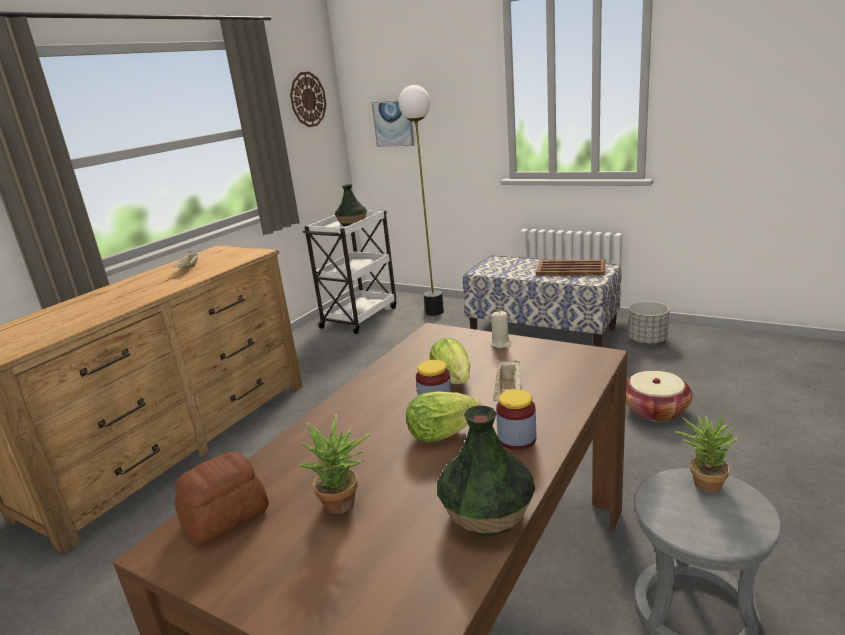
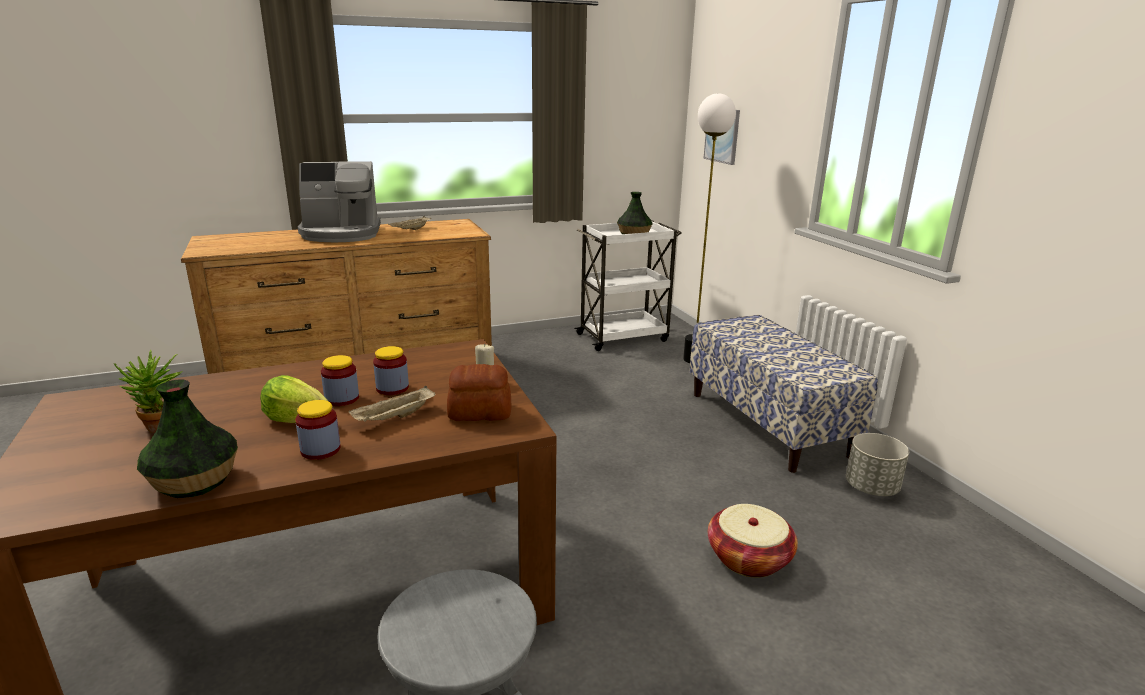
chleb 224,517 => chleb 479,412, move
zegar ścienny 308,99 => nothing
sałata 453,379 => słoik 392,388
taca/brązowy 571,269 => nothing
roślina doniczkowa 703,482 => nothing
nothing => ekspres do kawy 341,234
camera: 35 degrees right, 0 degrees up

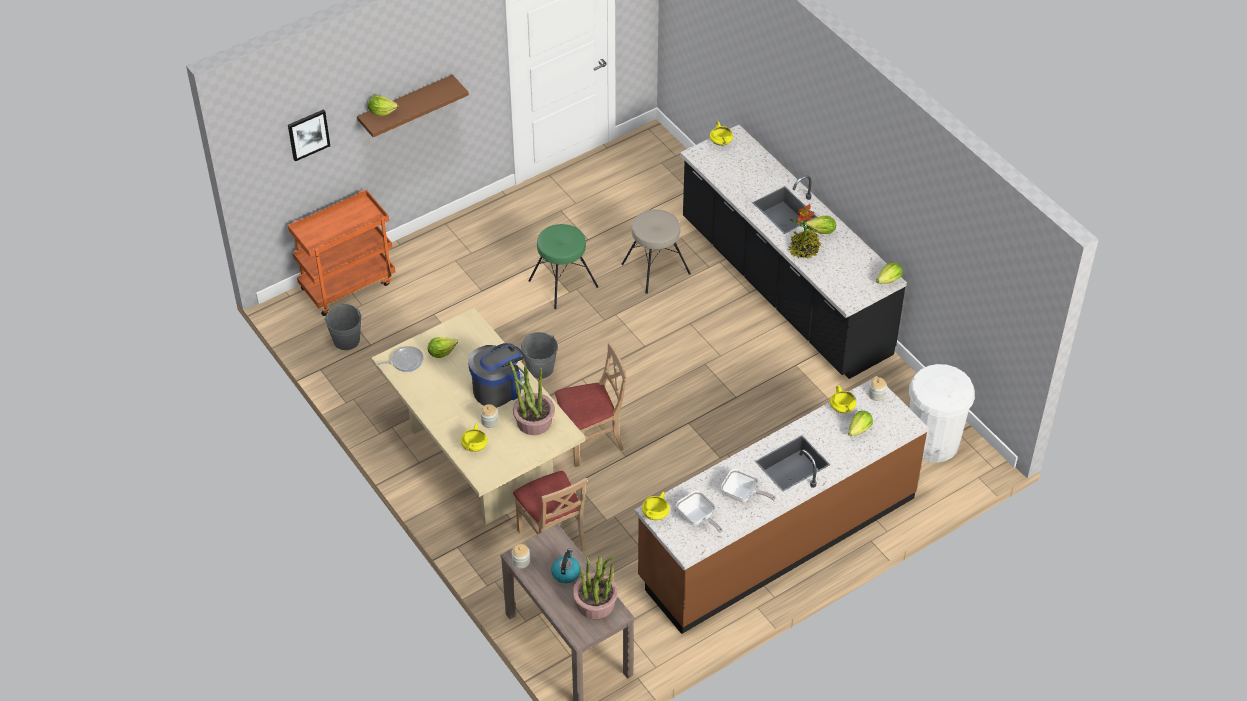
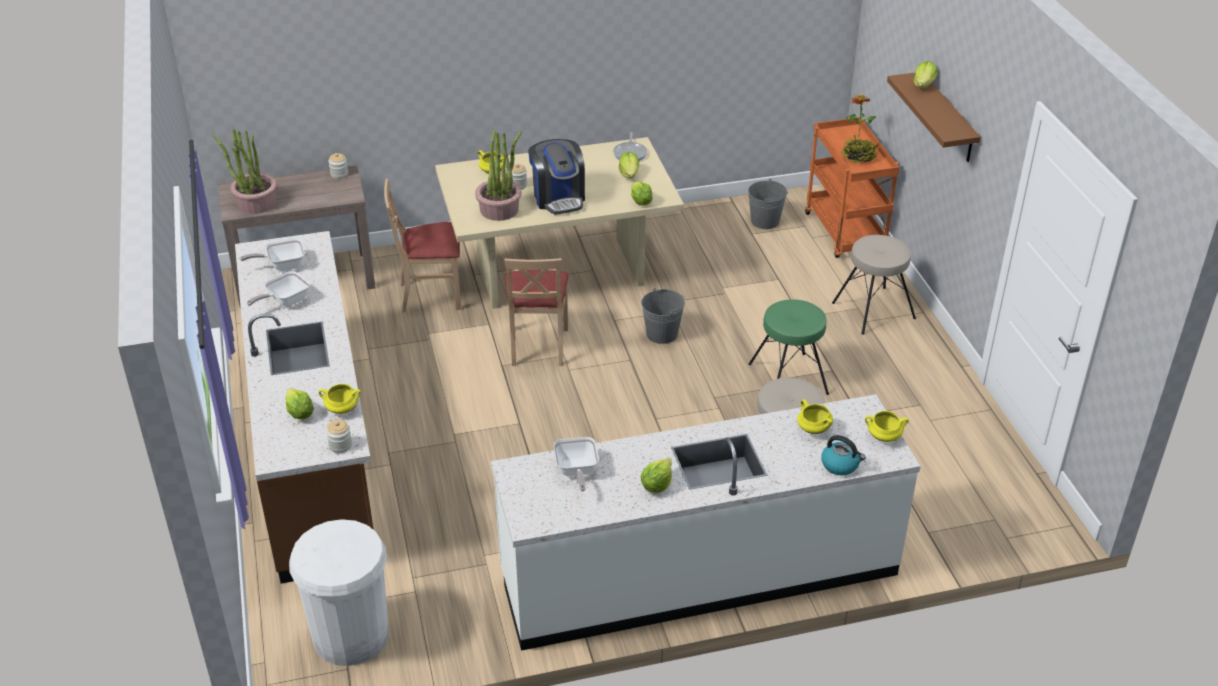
obraz 308,134 => nothing
czajnik 566,573 => czajnik 840,465, move
garnek/żółty 655,515 => garnek/żółty 813,429, move
zabudowa kuchenna/czarny 783,288 => zabudowa kuchenna/biały 698,573
roślina doniczkowa 804,249 => roślina doniczkowa 858,157, move
sałata 889,280 => sałata 640,202, move
nothing => patelnia 576,472
nothing => stołek/beżowy 873,310
camera: 110 degrees right, 10 degrees down

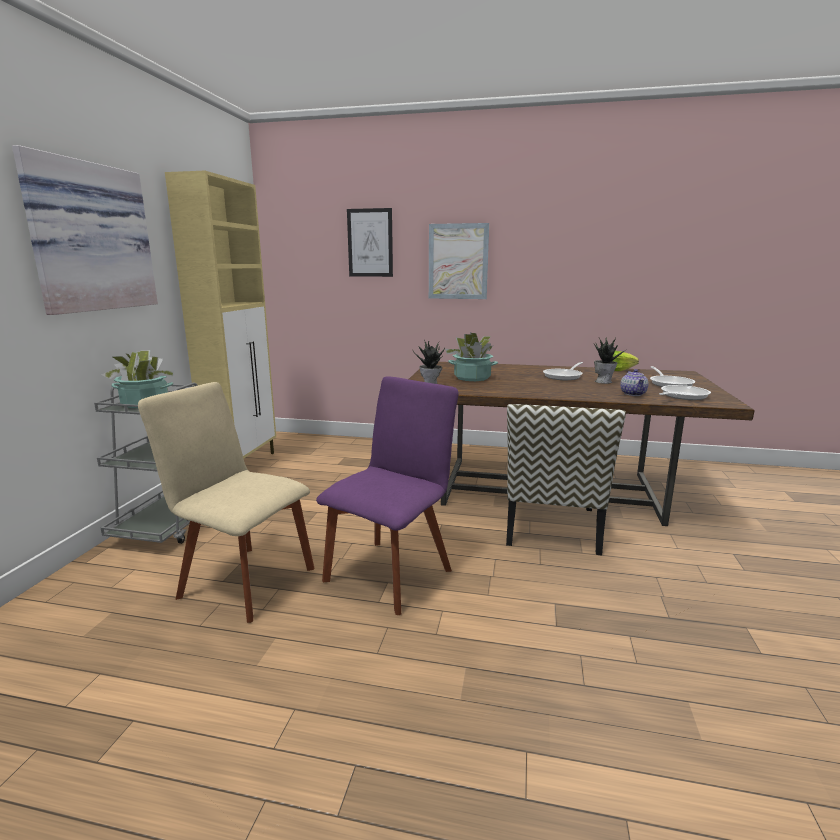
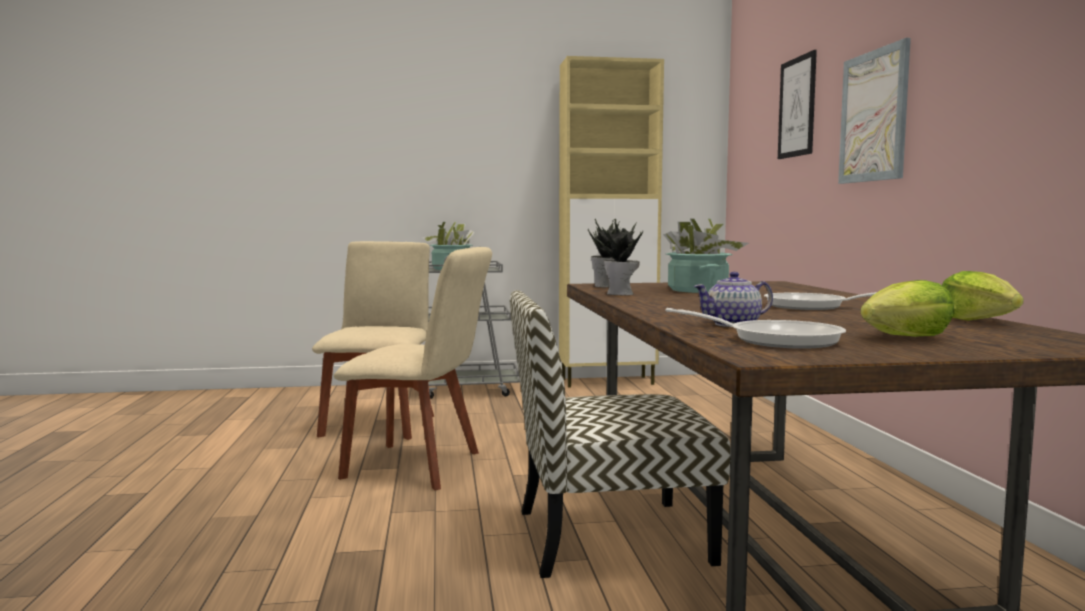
obraz 89,237 => nothing
krzesło/fioletowy 391,571 => krzesło/beżowy 419,466
roślina doniczkowa 603,381 => roślina doniczkowa 621,294, move
patelnia 669,383 => sałata 906,337
camera: 70 degrees right, 10 degrees down

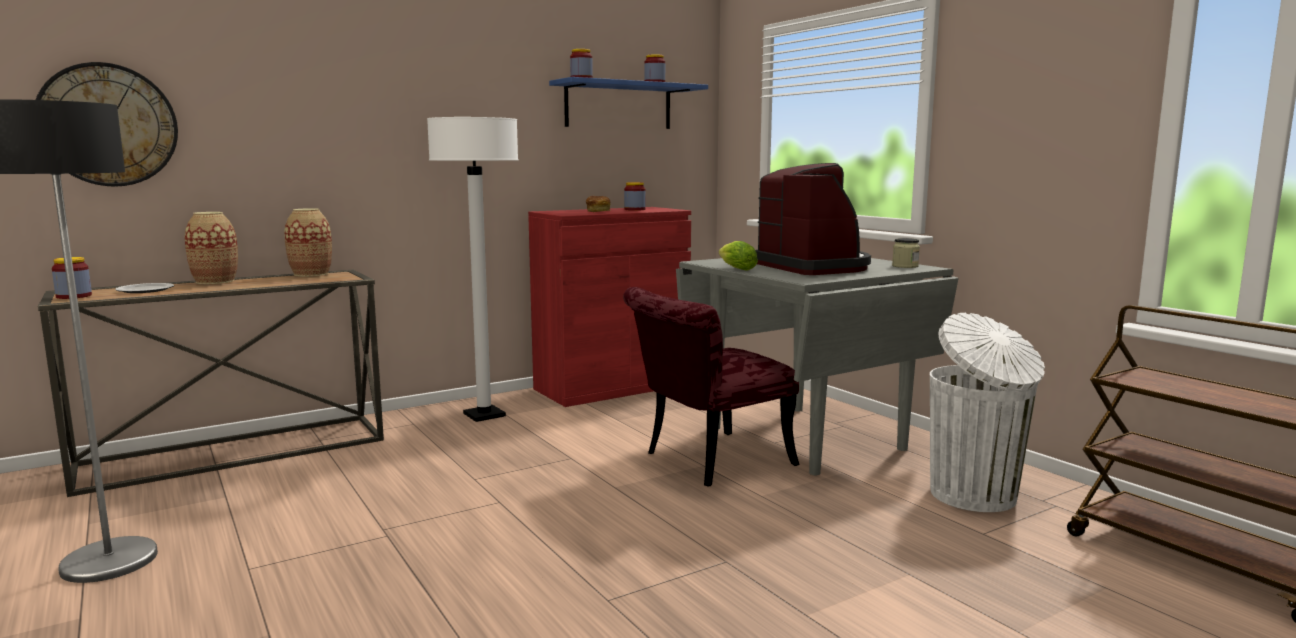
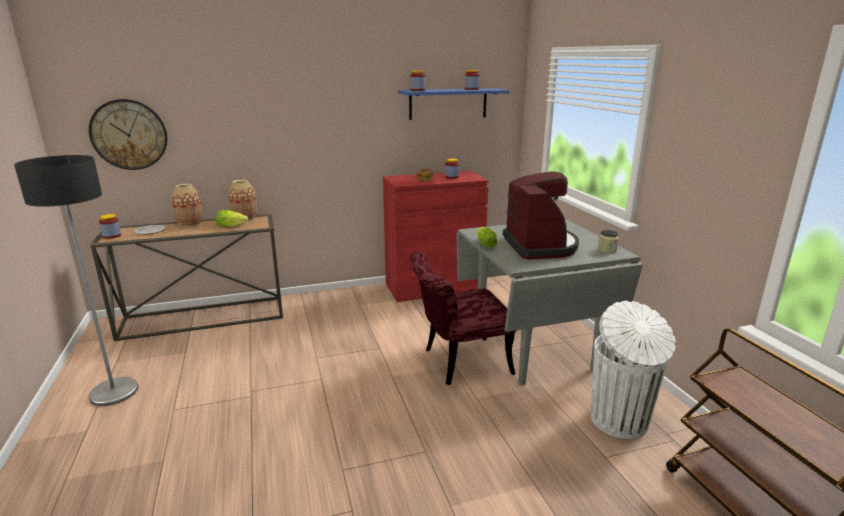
lampa stojąca/biały 484,415 => nothing
nothing => sałata 233,226
camera: 15 degrees right, 10 degrees up

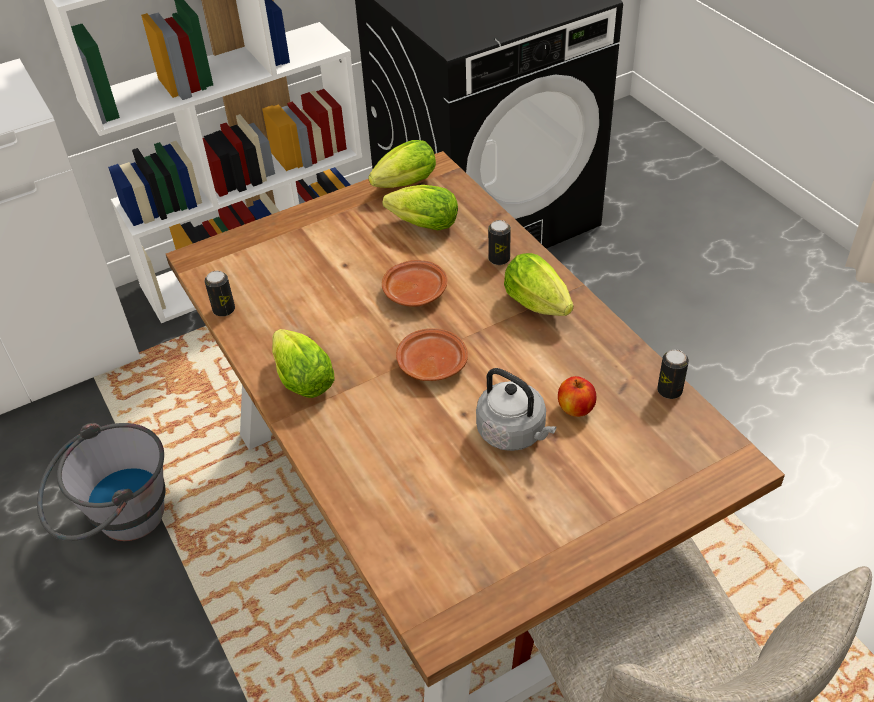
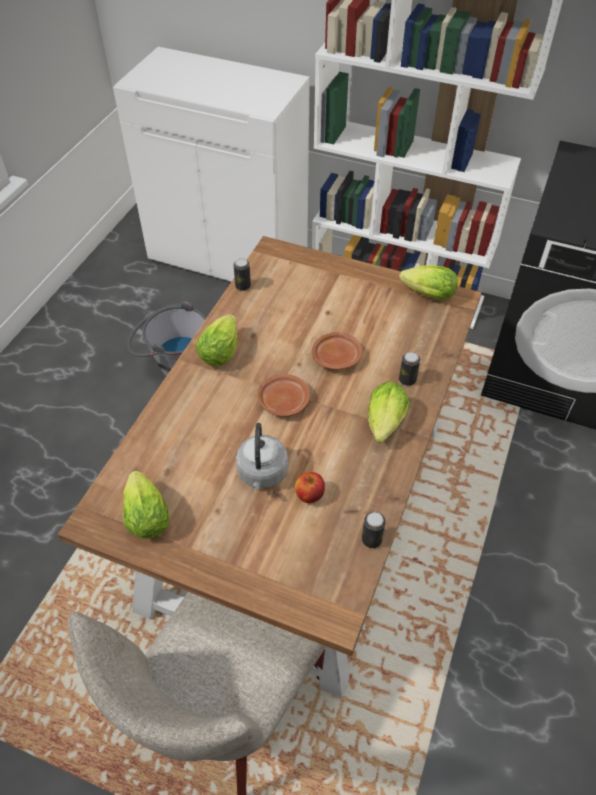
sałata 420,224 => sałata 146,514, move
camera: 50 degrees right, 5 degrees up

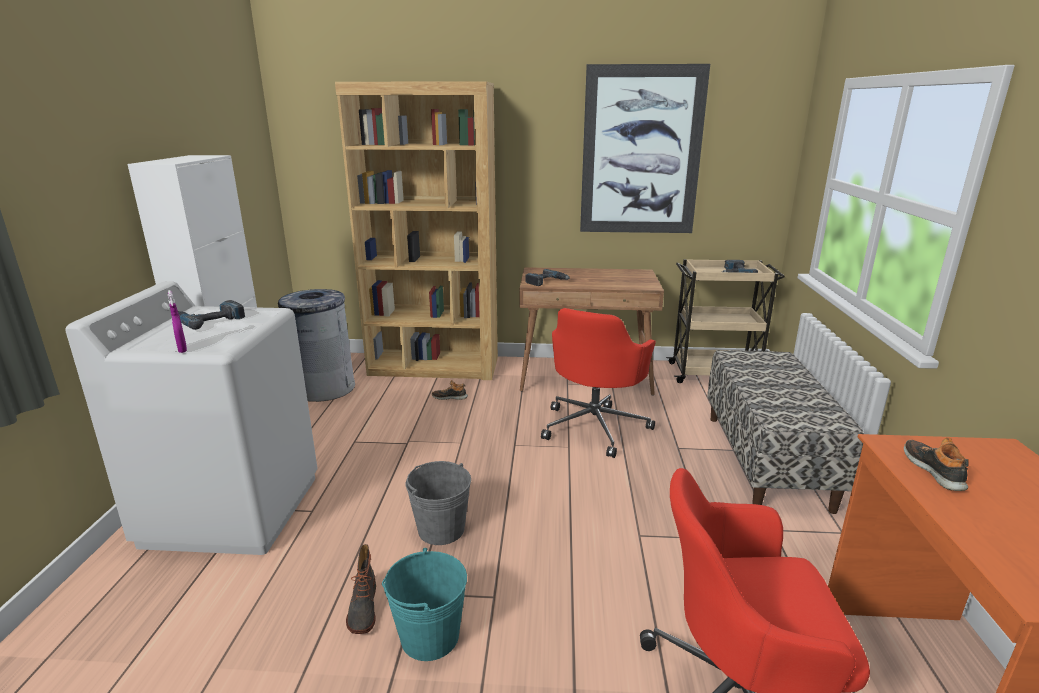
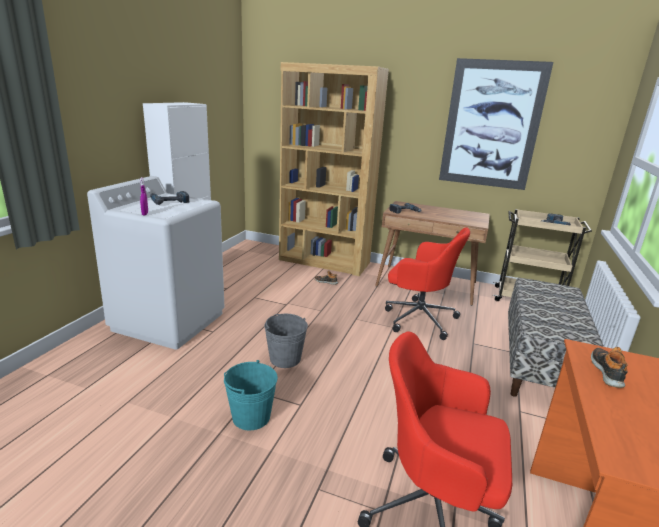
kosz na śmieci/szary 324,388 => nothing
but z cholewką 362,608 => nothing
krzesło biurowe/czerwony 595,426 => krzesło biurowe/czerwony 418,318, 105 degrees counterclockwise
camera: 15 degrees right, 0 degrees up

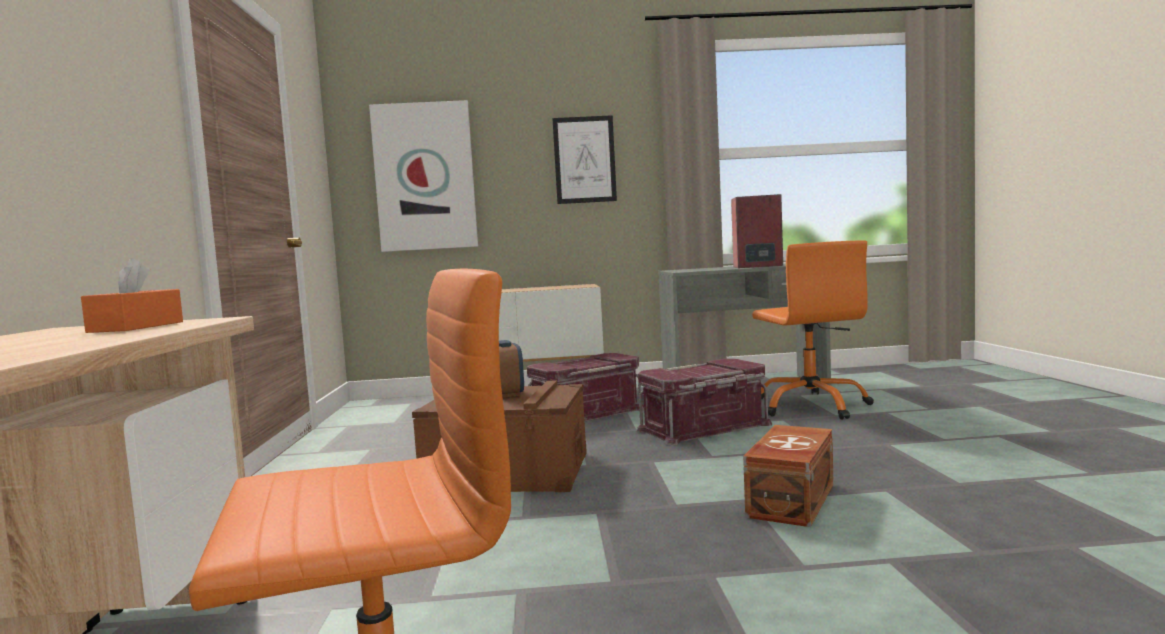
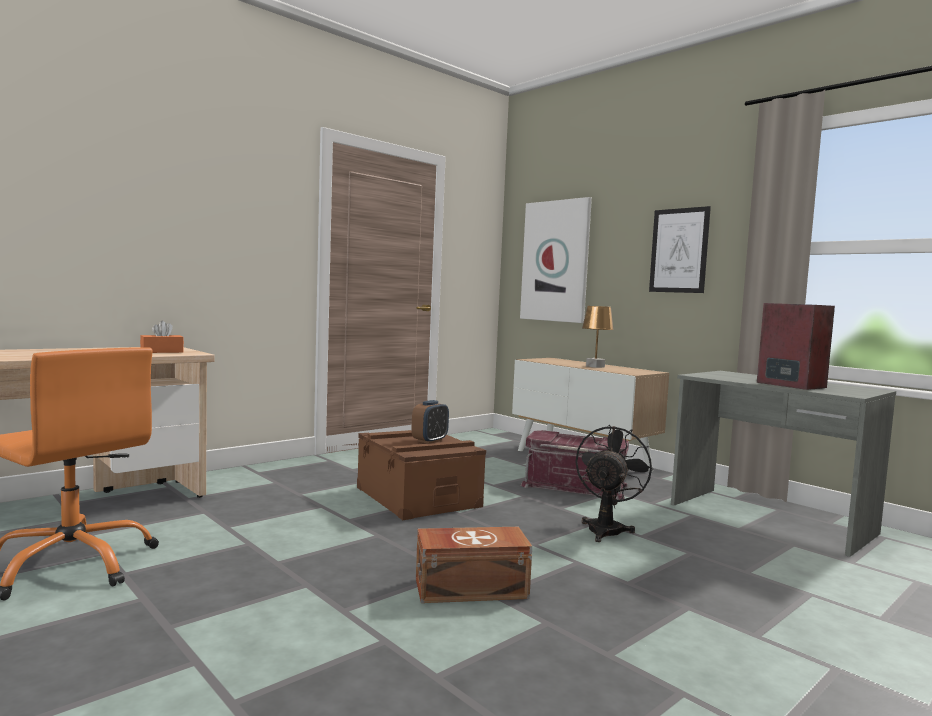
pojemnik do przechowywania/czerwony 705,428 => wentylator/czarny 607,528
krzesło biurowe/pomarańczowy 811,406 => nothing
nothing => lampa stołowa/brązowy 595,366
camera: 50 degrees right, 0 degrees up

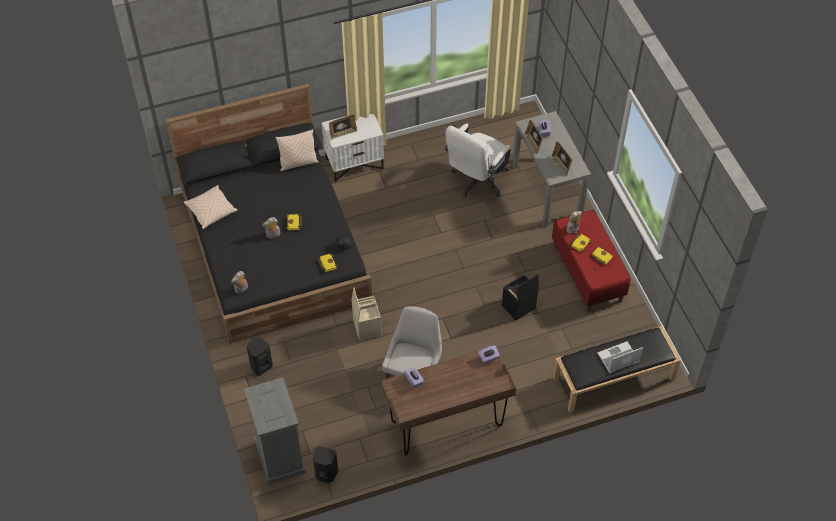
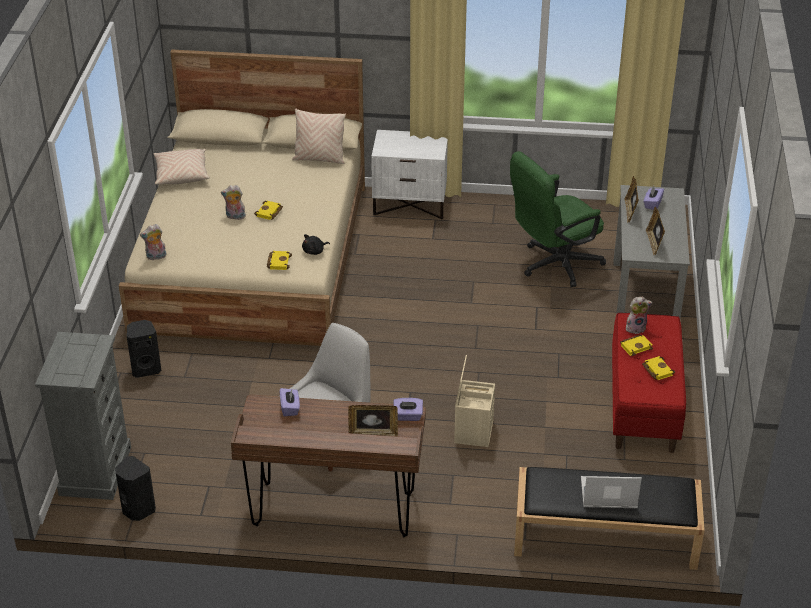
łóżko/czarny 275,246 => łóżko/beżowy 254,256
ramka na zdjęcie 343,133 => ramka na zdjęcie 373,434, move
pojemnik do przechowywania/beżowy 366,327 => pojemnik do przechowywania/beżowy 473,430, move
krzesło biurowe/biały 476,182 => krzesło biurowe/zielony 553,265
pojemnik do przechowywania/czarny 518,307 => nothing
camera: 25 degrees right, 15 degrees down

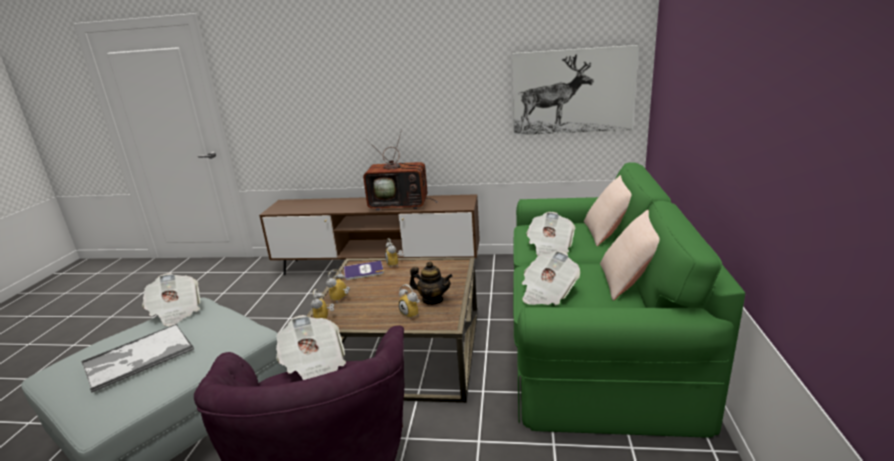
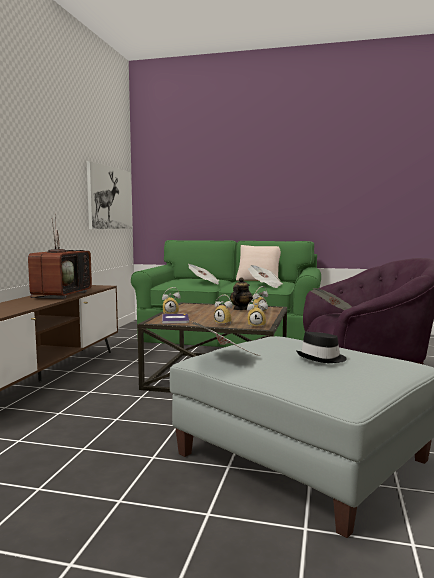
taca 138,357 => kapelusz/czarny 322,358
poduszka/beżowy 608,233 => nothing
camera: 85 degrees left, 15 degrees down

